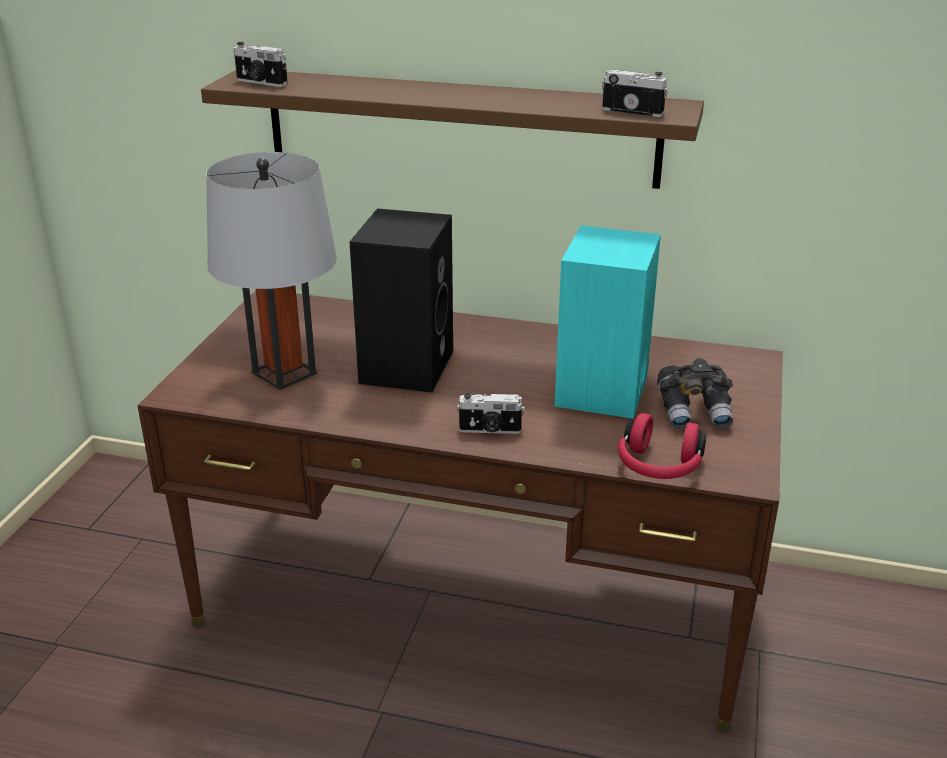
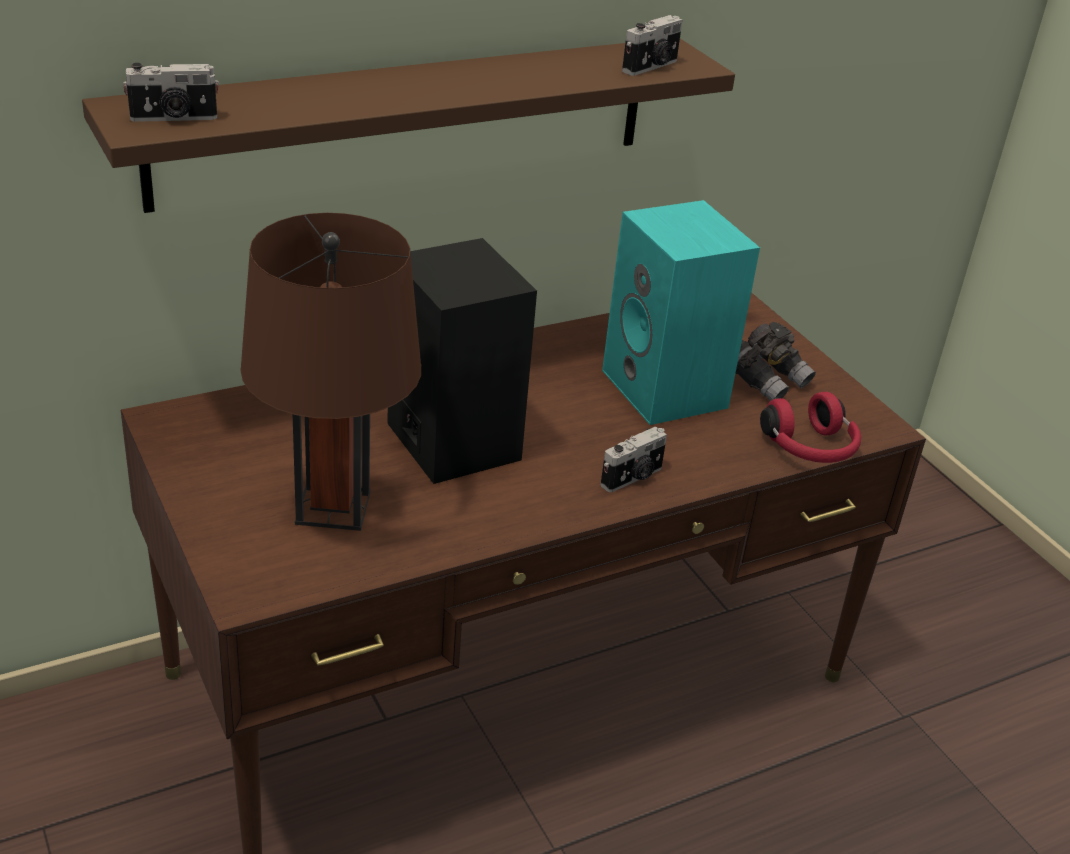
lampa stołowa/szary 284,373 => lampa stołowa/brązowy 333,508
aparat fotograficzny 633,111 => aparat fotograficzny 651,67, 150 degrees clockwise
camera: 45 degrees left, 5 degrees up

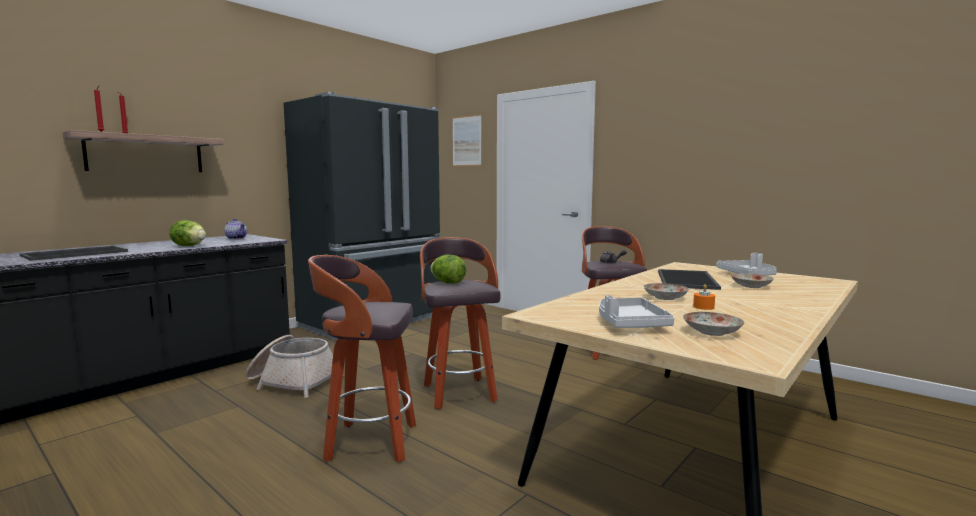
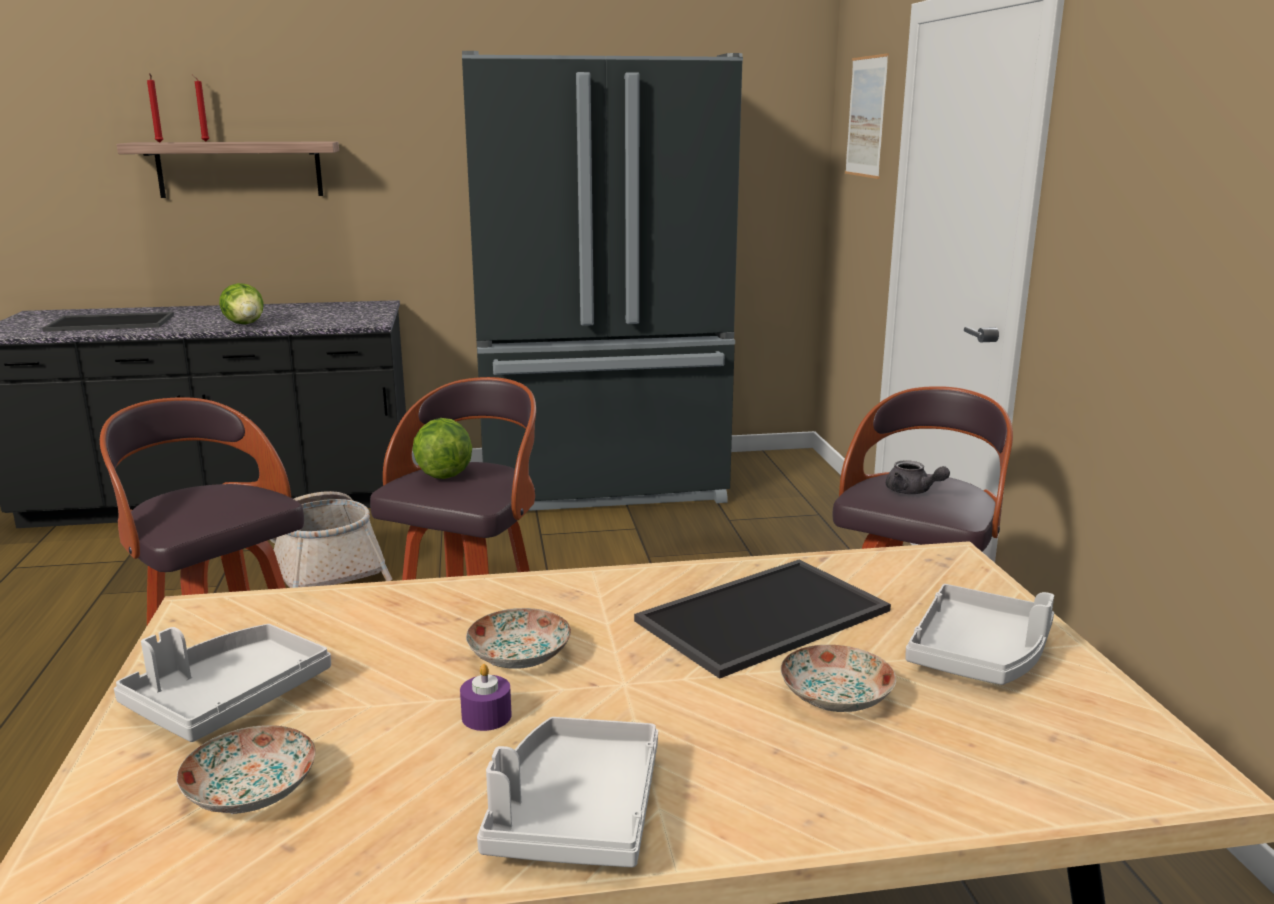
imbryk 237,238 => nothing
świeca/pomarańczowy 703,307 => świeca/fioletowy 486,716
nothing => taca/szary 574,813
camera: 40 degrees right, 10 degrees up

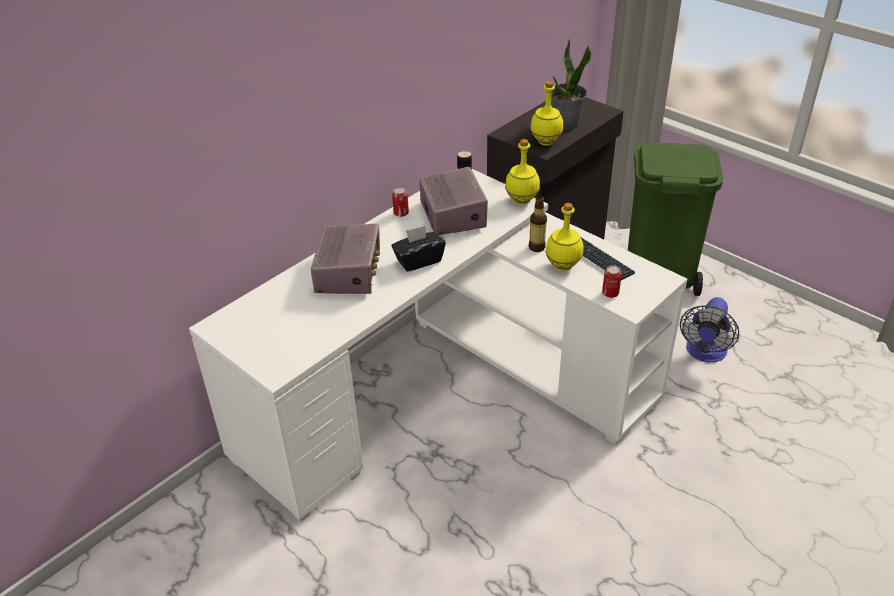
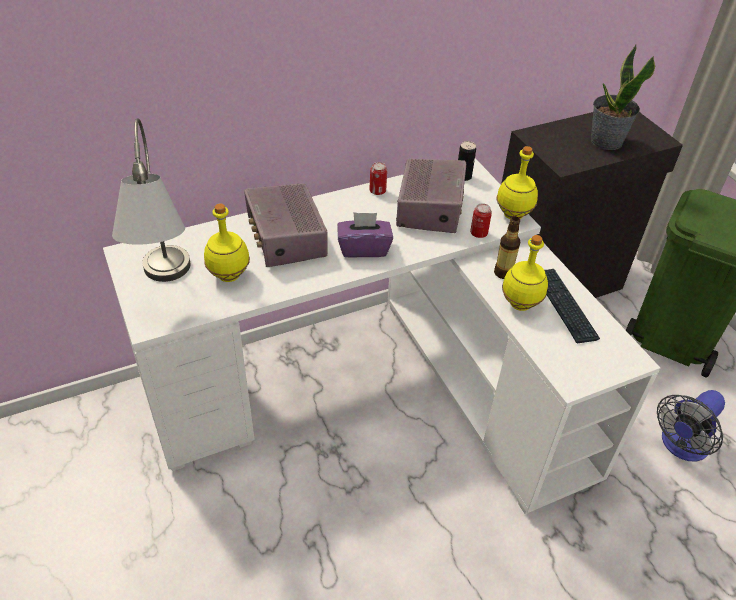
radio 349,273 => radio 286,239, 135 degrees clockwise
pudełko chusteczek/czarny 419,260 => pudełko chusteczek/fioletowy 364,248
butelka/żółty 546,142 => butelka/żółty 229,275, move
puszka 610,293 => puszka 478,233, move
nothing => lampa stołowa/szary 165,288
camera: 20 degrees right, 5 degrees up

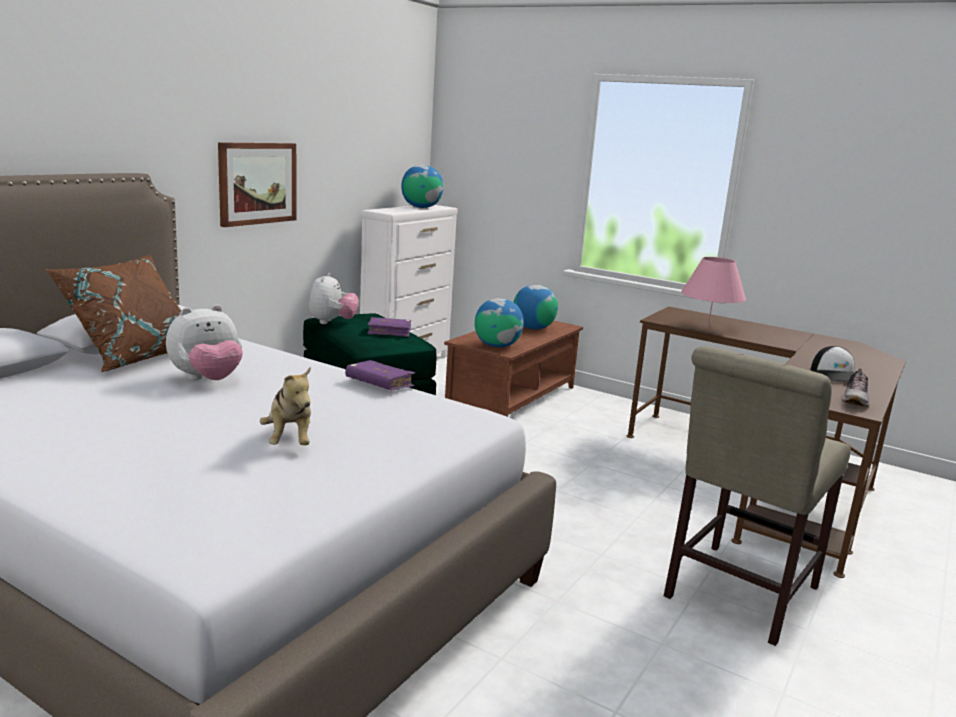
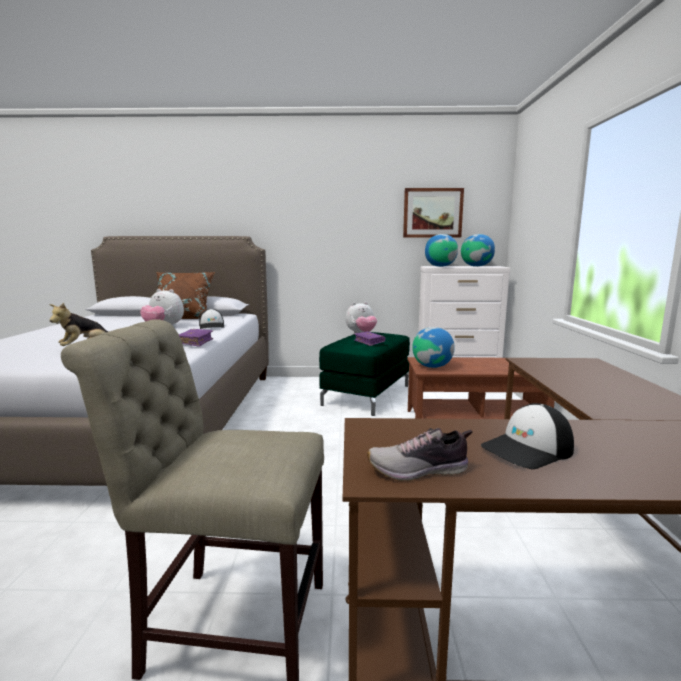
obraz 257,183 => obraz 432,213, move
globus 533,328 => globus 440,266, move
lampa stołowa/różowy 707,328 => nothing
nothing => czapka z daszkiem 212,326
camera: 60 degrees right, 5 degrees down

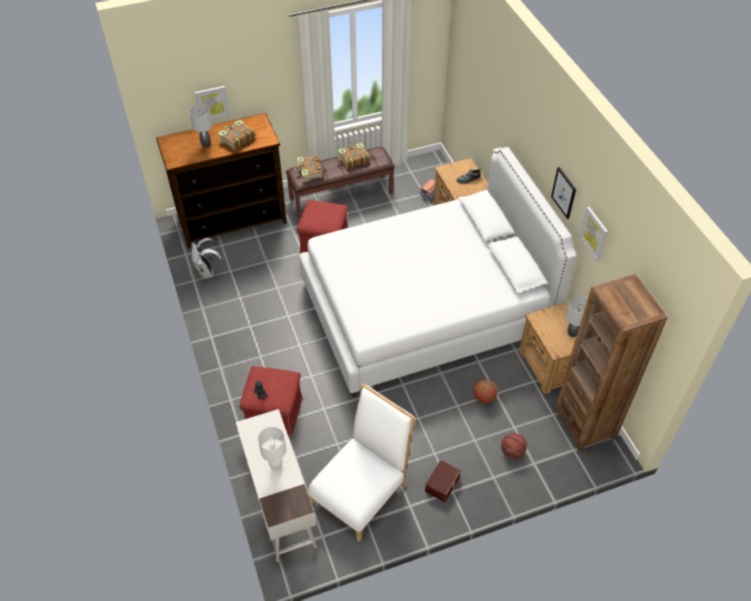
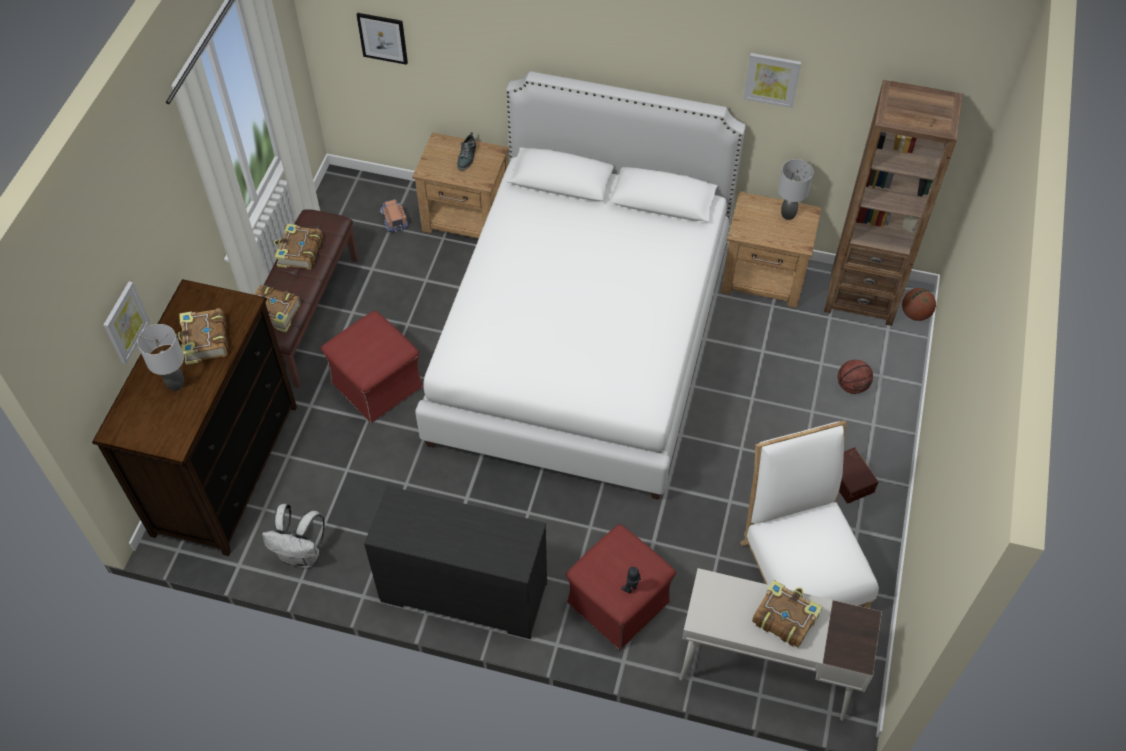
lampa stołowa/biały 275,465 => książka 784,617
piłka do koszykówki 484,398 => piłka do koszykówki 915,314, move
obraz 564,192 => obraz 383,38, move
nothing => komoda/czarny 463,593
camera: 55 degrees left, 5 degrees up

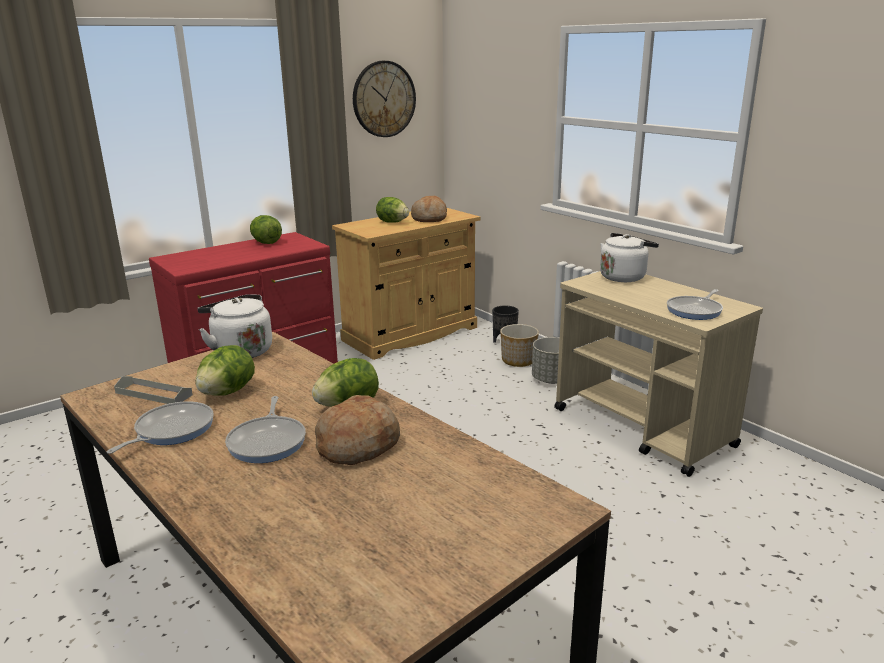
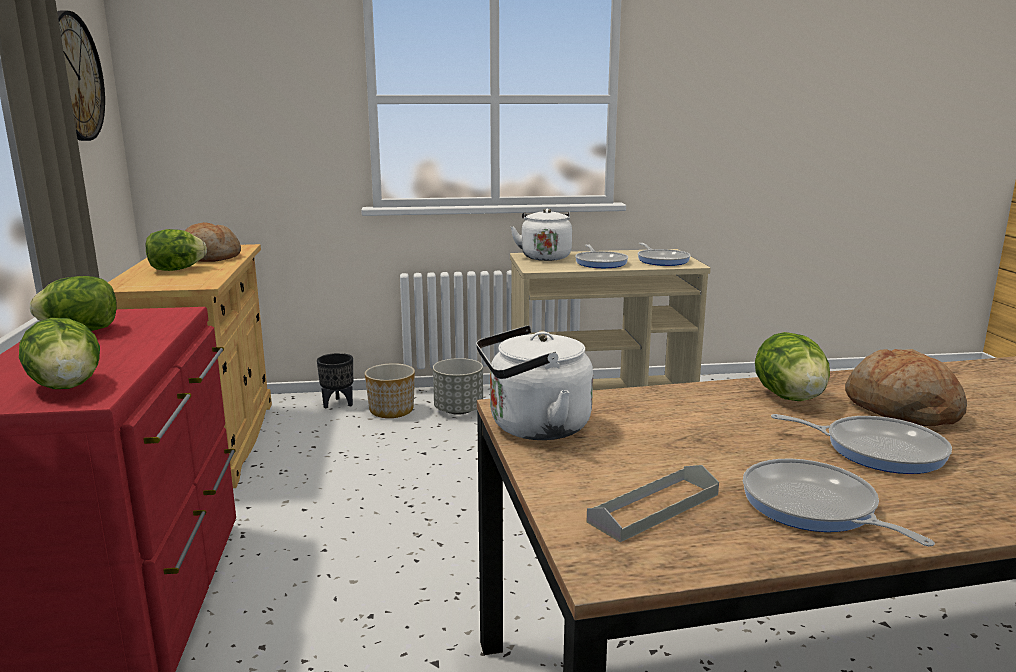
sałata 227,392 => sałata 67,387, move
nothing => patelnia 600,262
camera: 60 degrees left, 5 degrees down

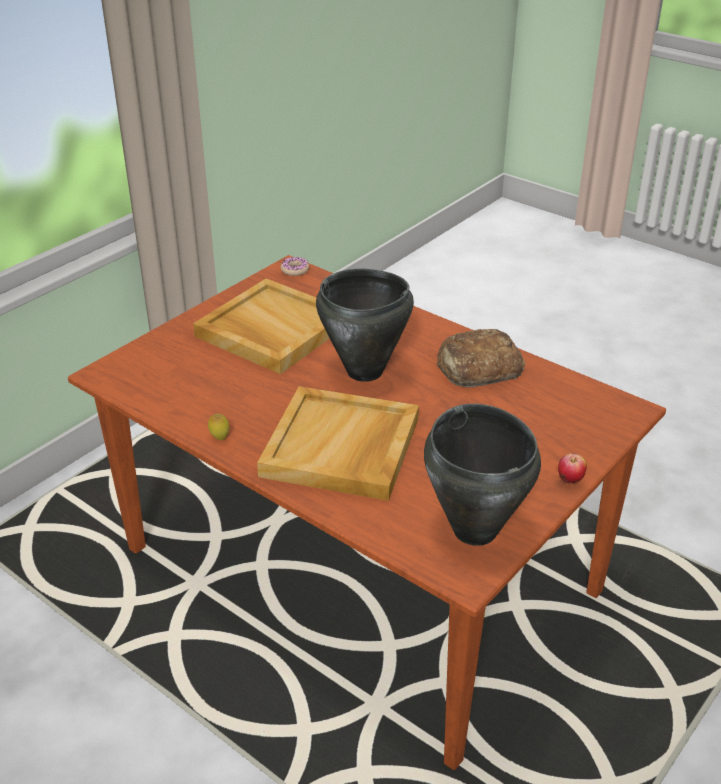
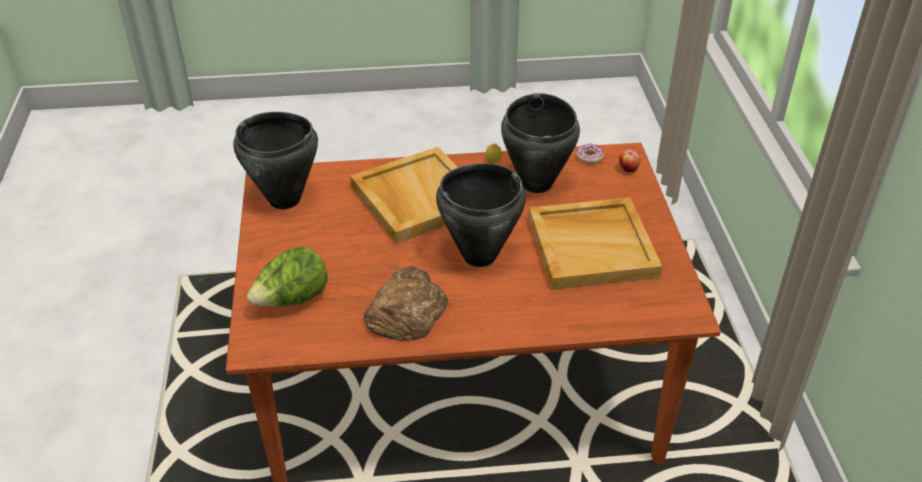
donut 295,270 => donut 589,157, move
jabłko 570,480 => jabłko 628,170, move
nothing => sałata 292,300
nothing => garnek/czarny 537,183
camera: 135 degrees right, 5 degrees up

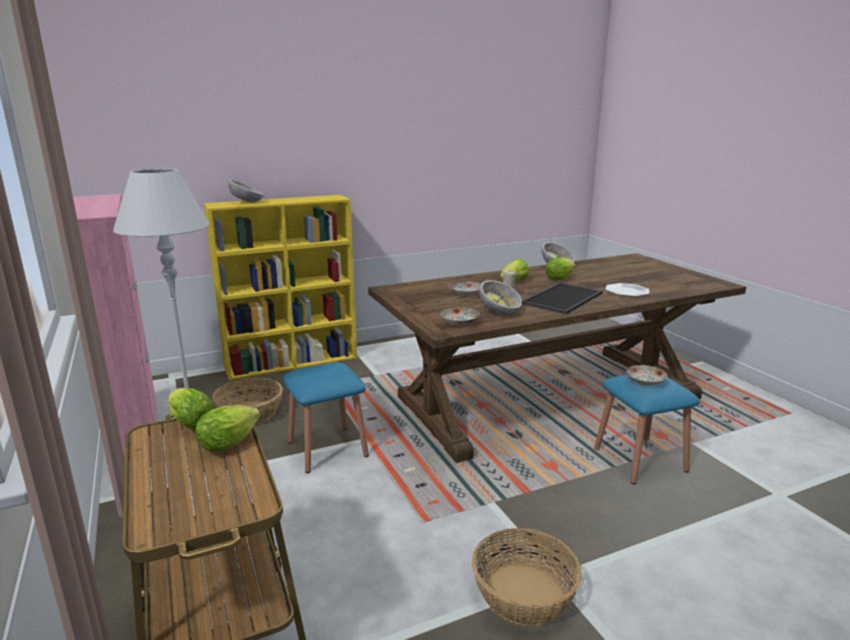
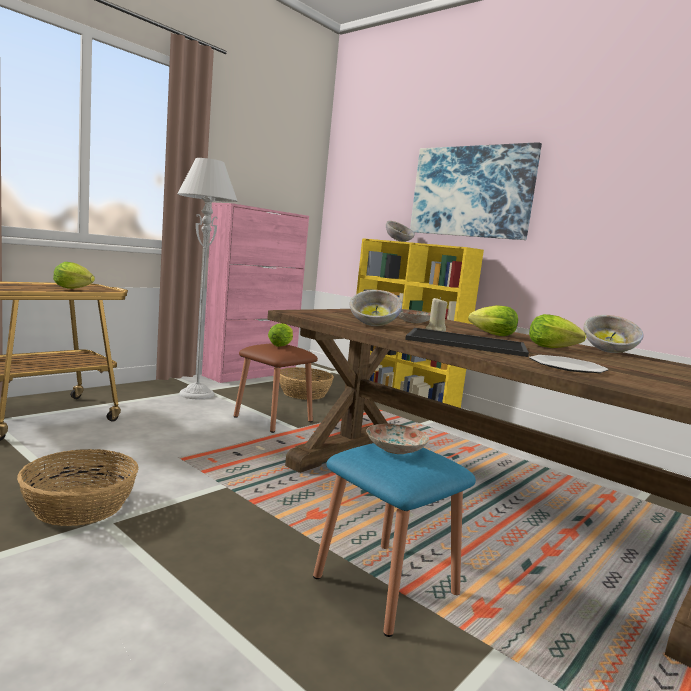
sałata 189,422 => sałata 281,345, move
stołek/niebieski 327,448 => stołek/brązowy 273,419
talerz 459,323 => nothing
nothing => obraz 471,192
camera: 65 degrees right, 10 degrees down

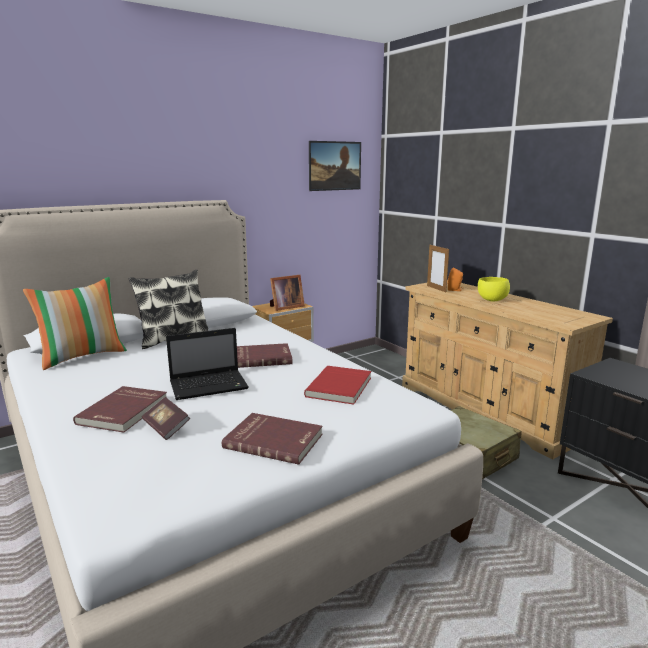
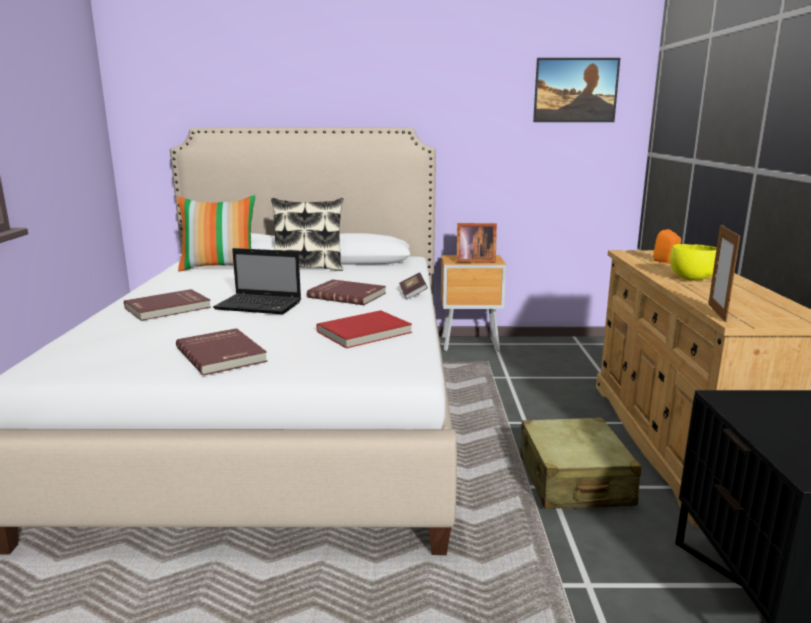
książka 166,427 => książka 413,294, move
ramka na zdjęcie 436,289 => ramka na zdjęcie 717,312, move
camera: 35 degrees right, 0 degrees up

